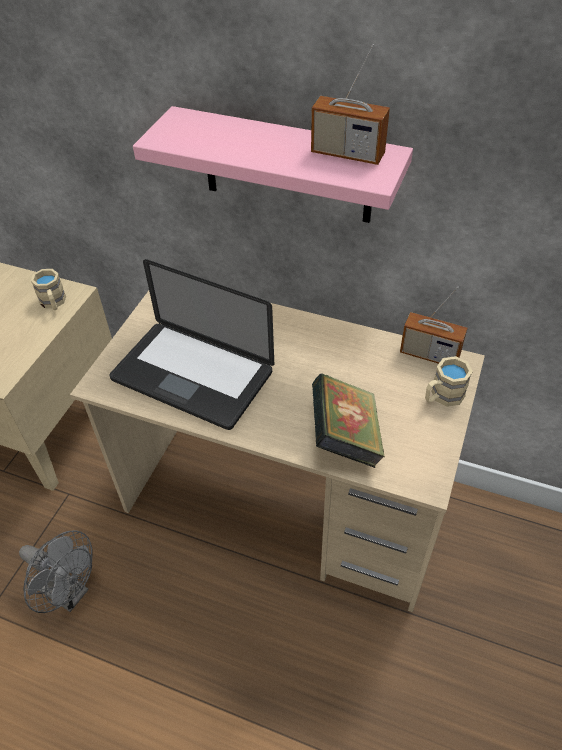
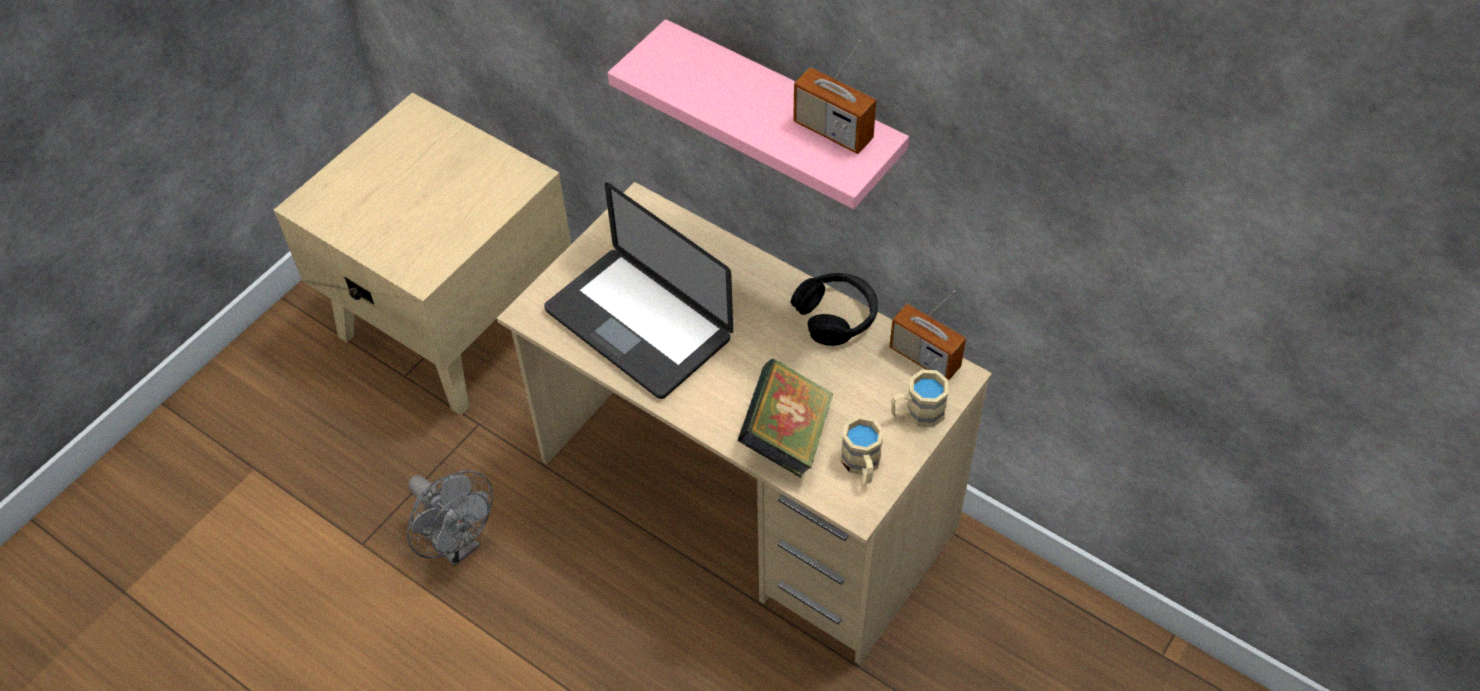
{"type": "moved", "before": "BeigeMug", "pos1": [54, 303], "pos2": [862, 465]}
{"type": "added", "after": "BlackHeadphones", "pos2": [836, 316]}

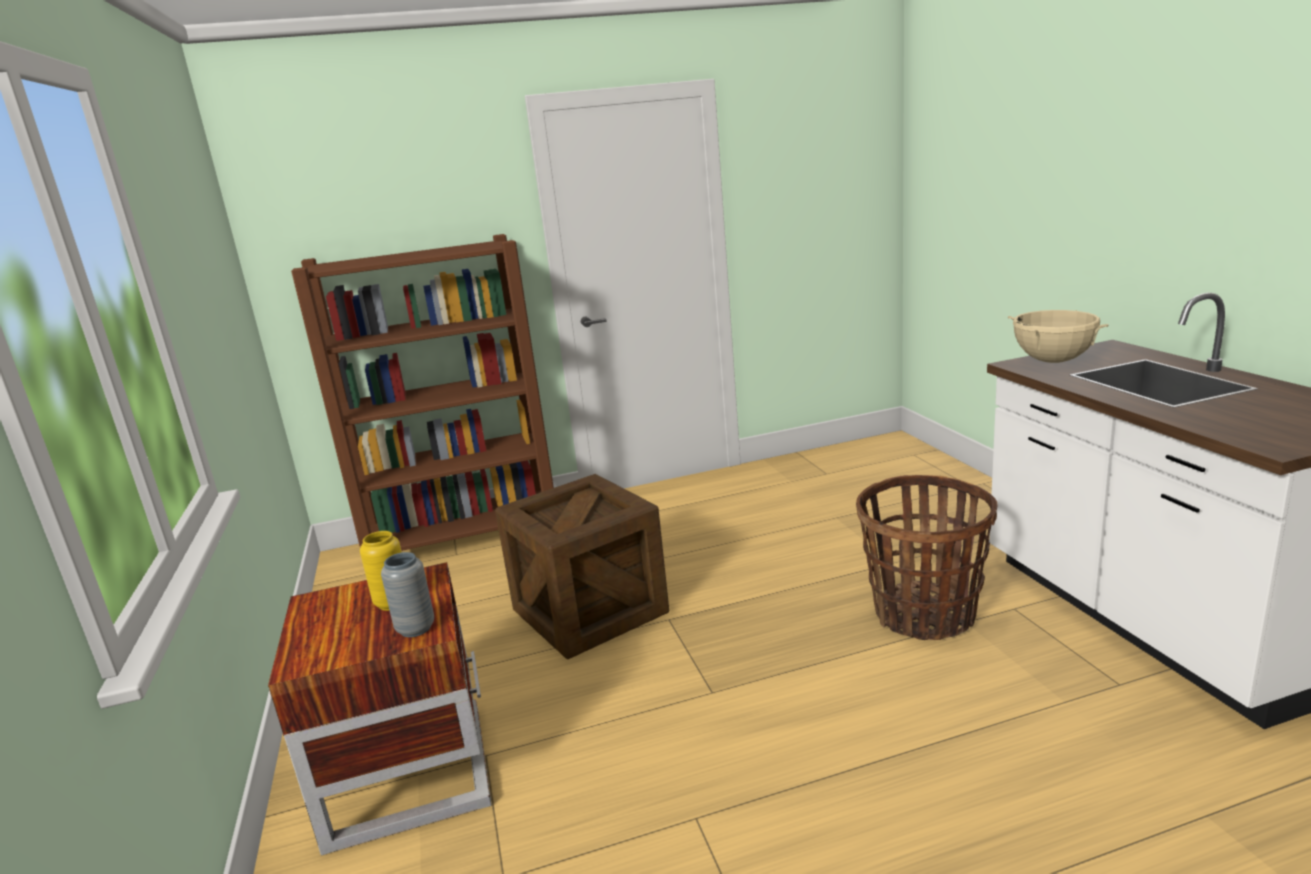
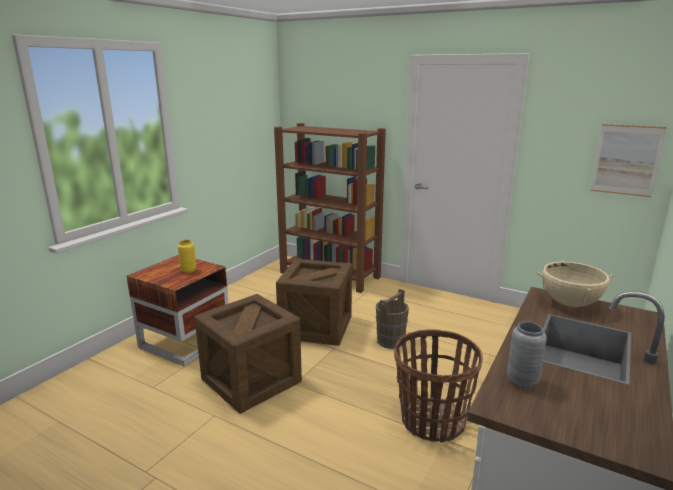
{"type": "moved", "before": "GreyVase", "pos1": [415, 629], "pos2": [522, 381]}
{"type": "added", "after": "Picture", "pos2": [626, 160]}
{"type": "added", "after": "BrownBucket", "pos2": [390, 341]}
{"type": "added", "after": "Crate", "pos2": [251, 381]}

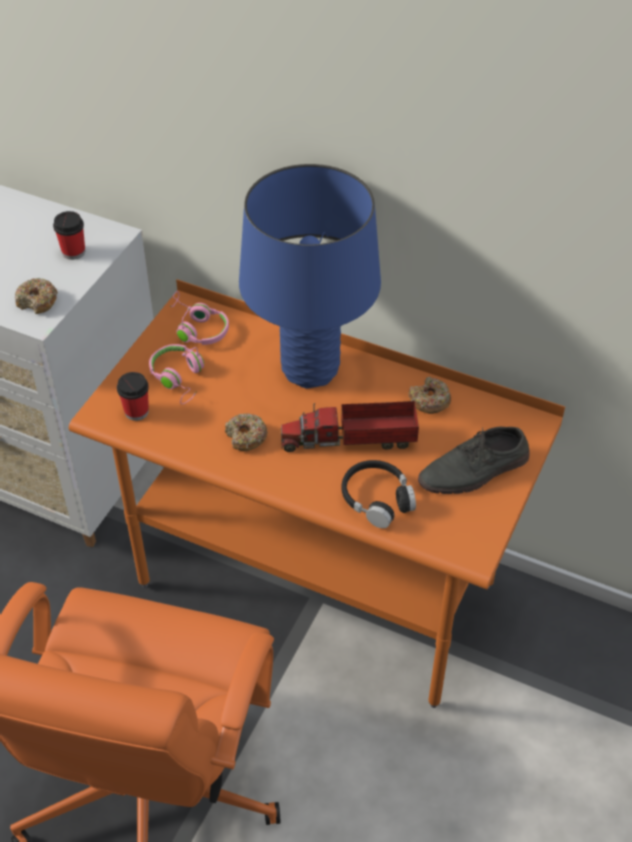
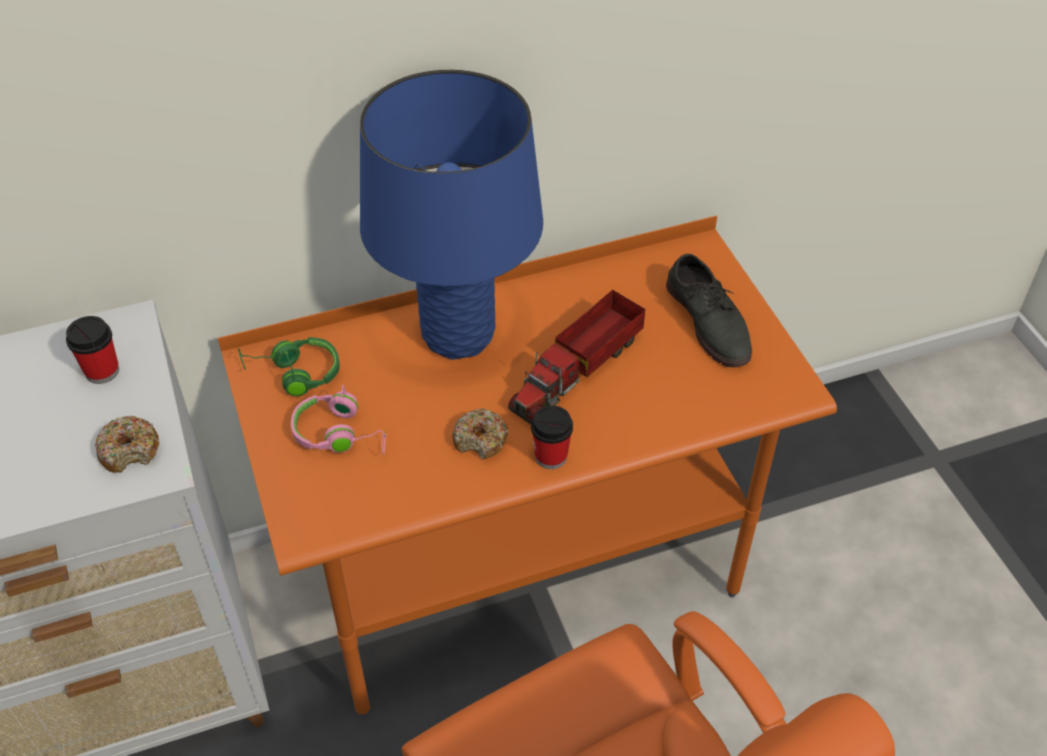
{"type": "recoloured", "before": "PinkHeadphones", "after": "GreenHeadphones", "pos1": [197, 328], "pos2": [293, 373]}
{"type": "moved", "before": "Cup", "pos1": [136, 411], "pos2": [551, 456]}
{"type": "removed", "before": "Donut", "pos1": [429, 401]}
{"type": "turned", "before": "GreyShoe", "pos1": [474, 470], "pos2": [709, 321], "turn": -45}
{"type": "removed", "before": "BlackHeadphones", "pos1": [377, 499]}

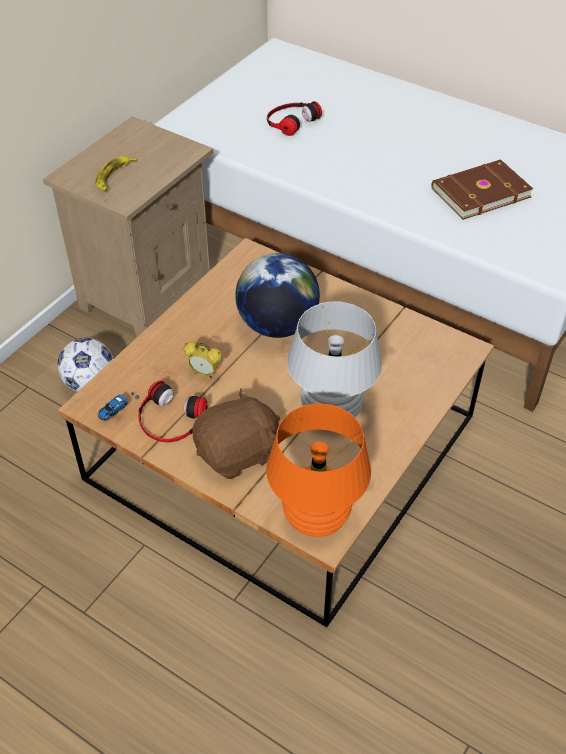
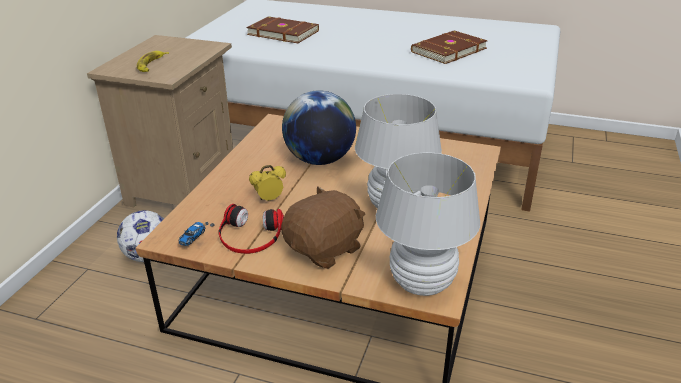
{"type": "replaced", "before": "Headphones", "after": "BrownBook", "pos1": [290, 121], "pos2": [283, 32]}
{"type": "turned", "before": "AlarmClock", "pos1": [204, 373], "pos2": [269, 199], "turn": 150}
{"type": "recoloured", "before": "OrangeTableLamp", "after": "WhiteTableLamp", "pos1": [316, 518], "pos2": [421, 283]}

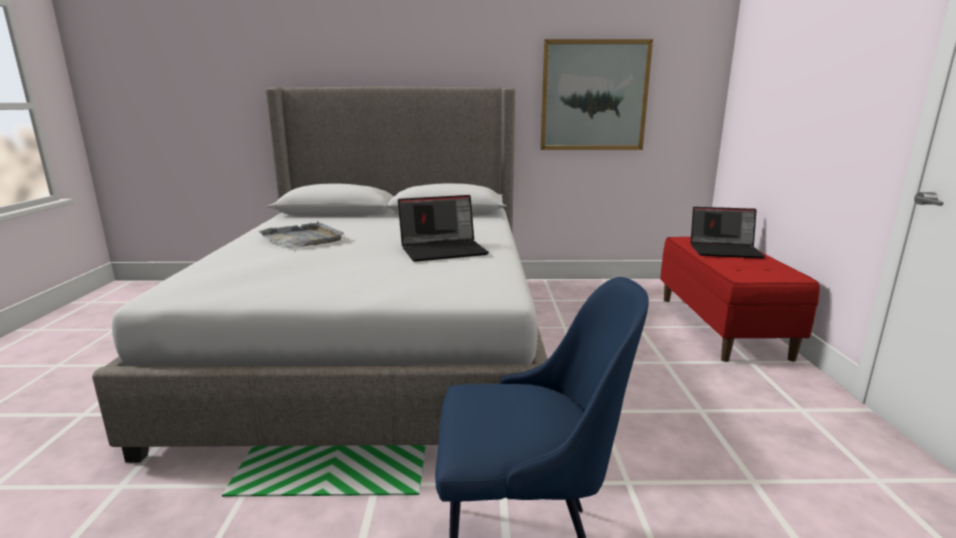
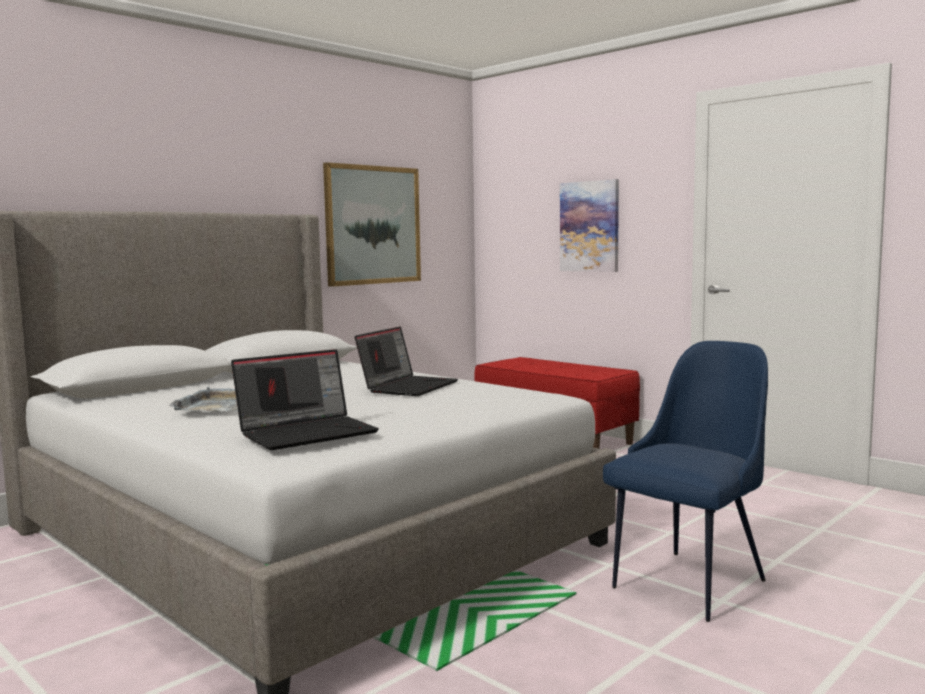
{"type": "moved", "before": "Laptop", "pos1": [725, 250], "pos2": [308, 432]}
{"type": "added", "after": "Picture", "pos2": [589, 226]}

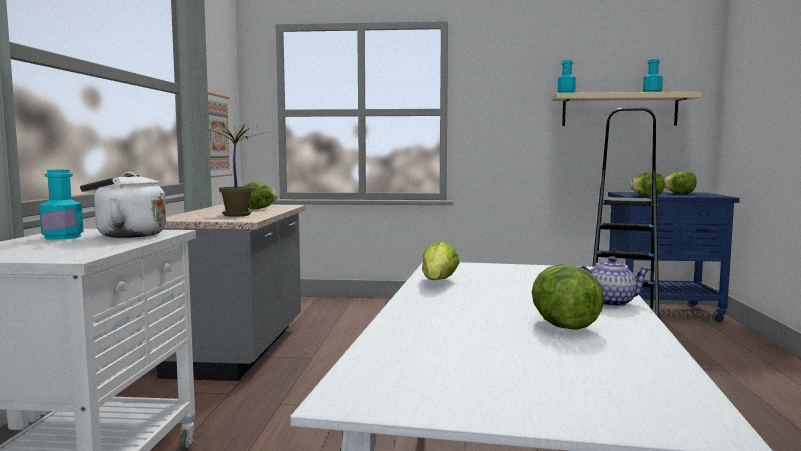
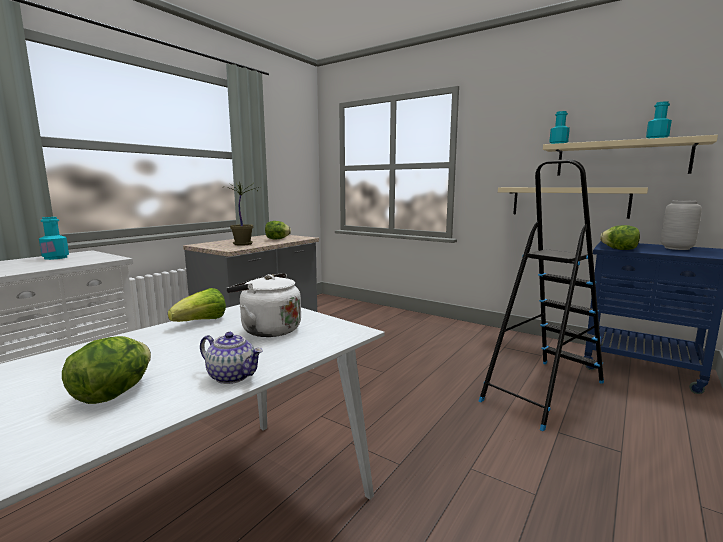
{"type": "removed", "before": "Picture", "pos1": [216, 136]}
{"type": "replaced", "before": "Lettuce", "after": "GreyVase", "pos1": [680, 193], "pos2": [677, 248]}
{"type": "moved", "before": "WhiteKettle", "pos1": [126, 235], "pos2": [267, 330]}
{"type": "added", "after": "BeigeShelf", "pos2": [568, 201]}

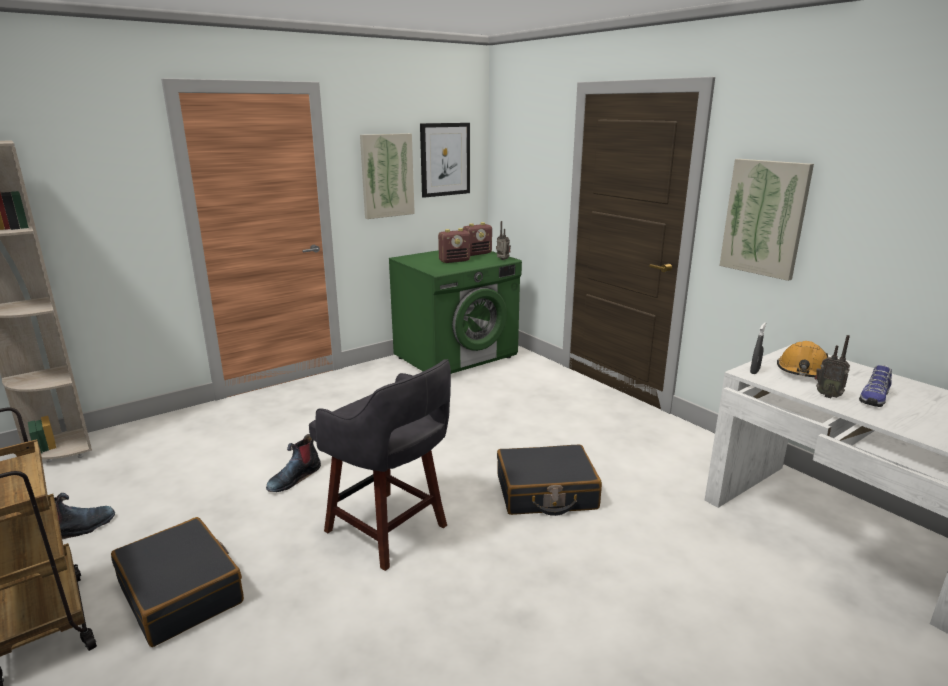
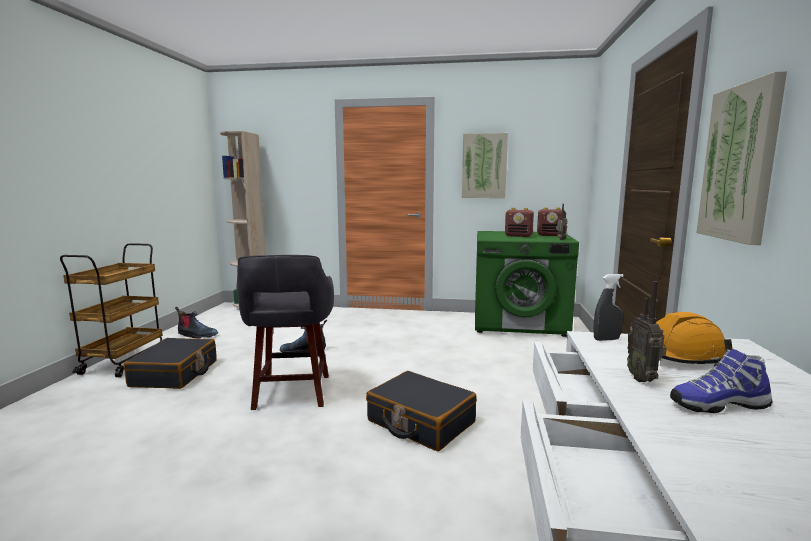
{"type": "removed", "before": "Picture", "pos1": [445, 159]}

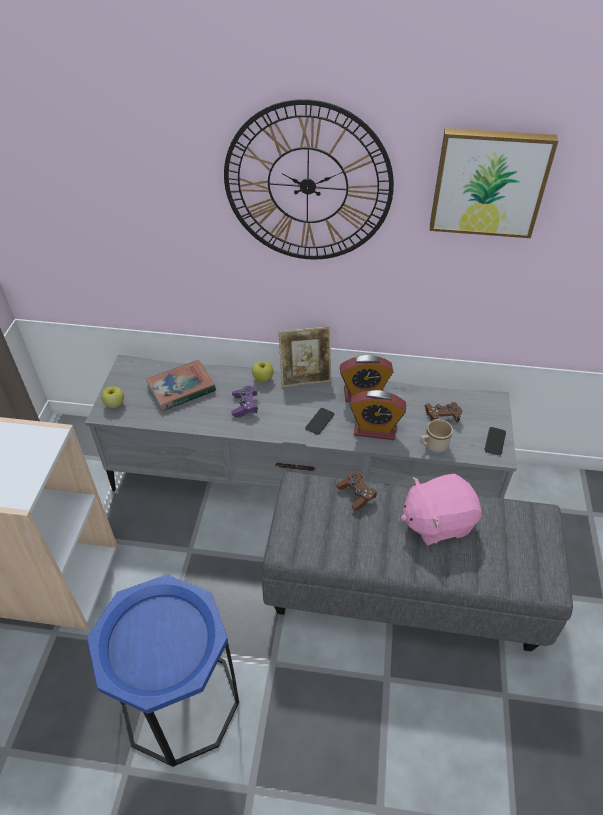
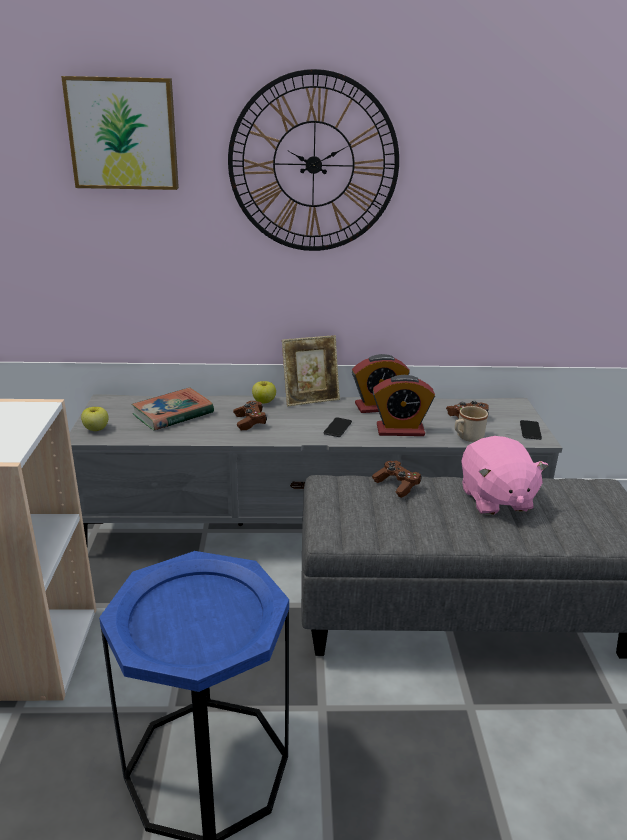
{"type": "moved", "before": "Picture", "pos1": [489, 182], "pos2": [123, 133]}
{"type": "recoloured", "before": "PurpleGameController", "after": "BrownGameController", "pos1": [245, 406], "pos2": [250, 422]}
{"type": "turned", "before": "PinkPlushToy", "pos1": [437, 521], "pos2": [495, 499], "turn": -75}

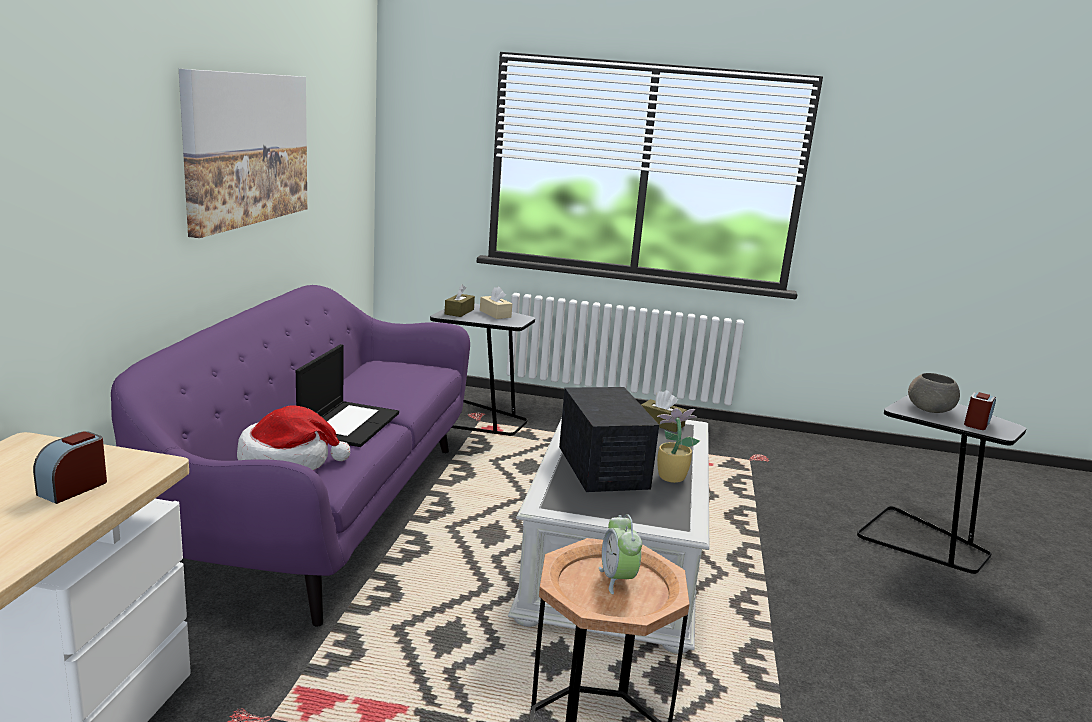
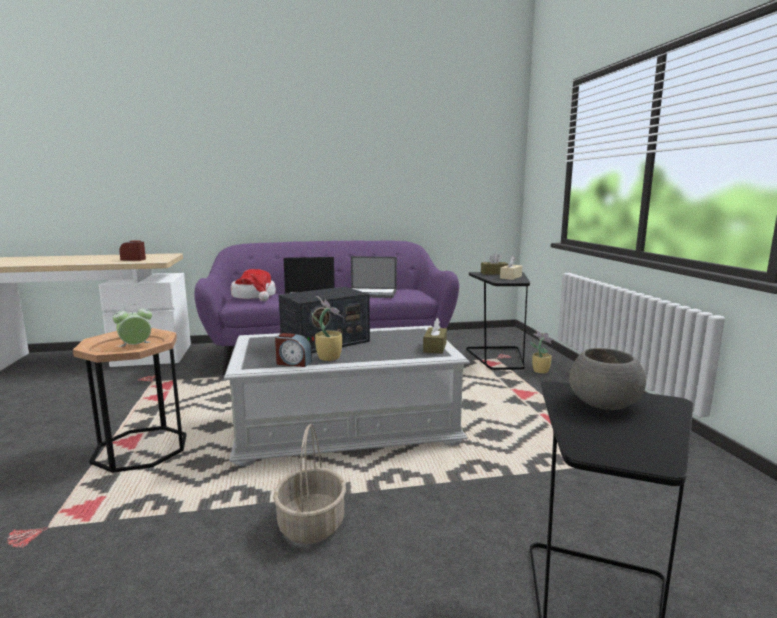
{"type": "removed", "before": "Picture", "pos1": [247, 148]}
{"type": "moved", "before": "AlarmClock", "pos1": [977, 423], "pos2": [293, 363]}
{"type": "added", "after": "Laptop", "pos2": [372, 293]}
{"type": "added", "after": "PottedPlant", "pos2": [540, 371]}
{"type": "added", "after": "Basket", "pos2": [312, 525]}

